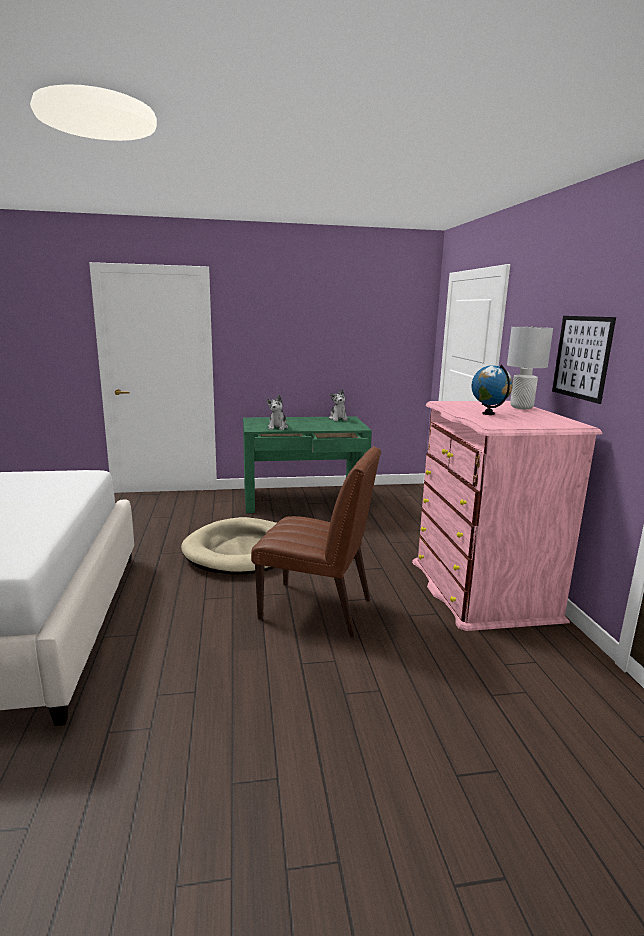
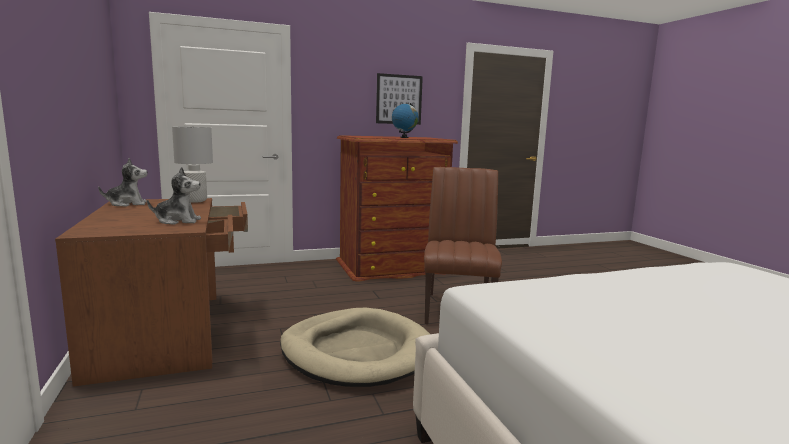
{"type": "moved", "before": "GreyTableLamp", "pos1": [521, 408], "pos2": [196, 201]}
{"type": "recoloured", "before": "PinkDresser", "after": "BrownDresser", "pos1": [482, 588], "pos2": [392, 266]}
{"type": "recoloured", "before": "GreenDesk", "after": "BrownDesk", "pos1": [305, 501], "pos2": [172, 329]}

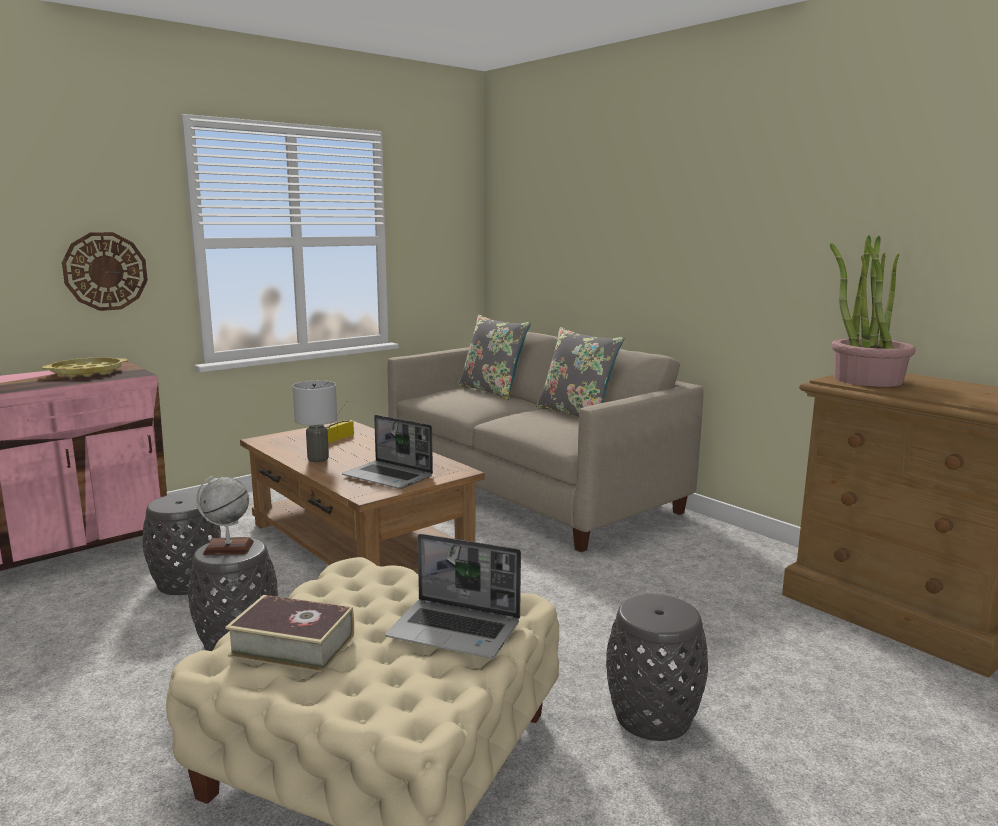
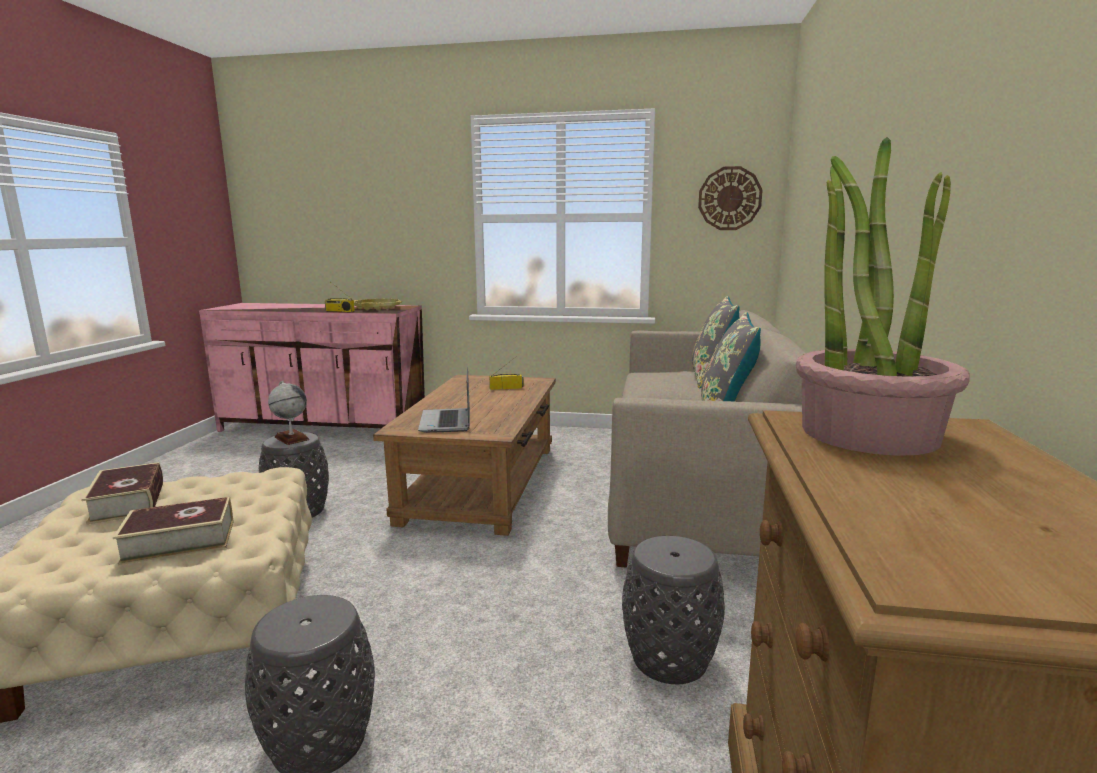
{"type": "moved", "before": "WallClock", "pos1": [105, 271], "pos2": [729, 198]}
{"type": "removed", "before": "WhiteTableLamp", "pos1": [319, 459]}
{"type": "moved", "before": "GreyStool", "pos1": [187, 582], "pos2": [669, 659]}
{"type": "replaced", "before": "Laptop", "after": "Book", "pos1": [456, 630], "pos2": [180, 541]}
{"type": "added", "after": "Radio", "pos2": [339, 311]}

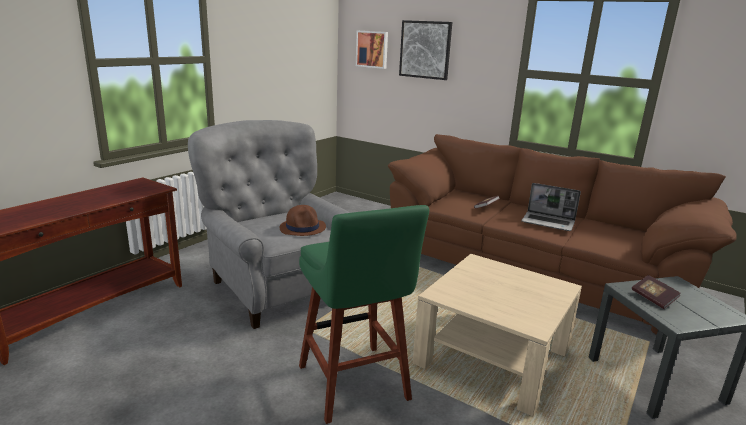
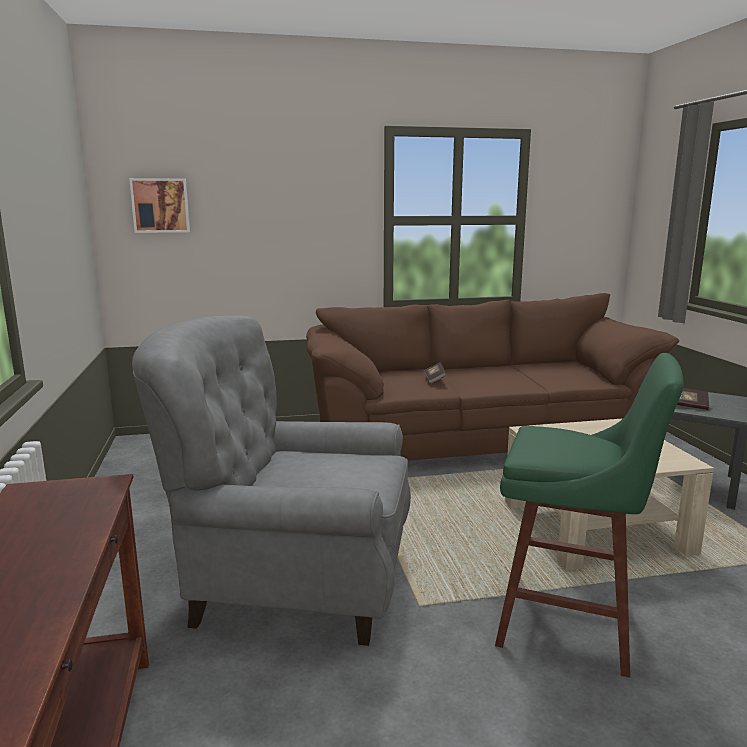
{"type": "removed", "before": "Picture", "pos1": [425, 49]}
{"type": "removed", "before": "Laptop", "pos1": [548, 222]}
{"type": "removed", "before": "BrownHat", "pos1": [303, 228]}

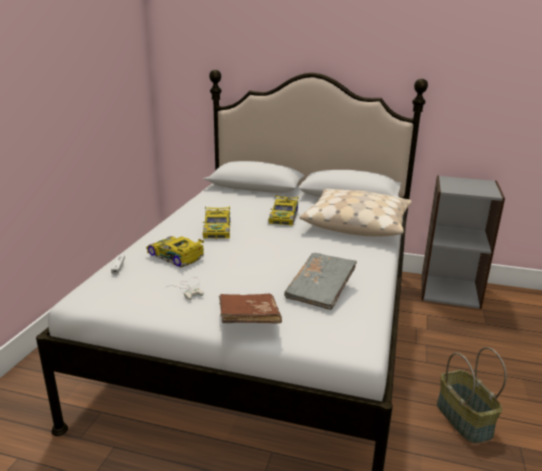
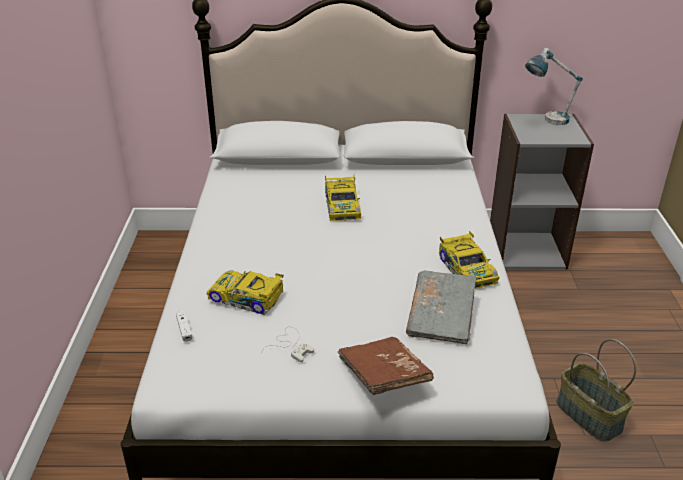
{"type": "removed", "before": "BeigePillow", "pos1": [357, 223]}
{"type": "moved", "before": "ToyCar", "pos1": [217, 229], "pos2": [466, 269]}
{"type": "added", "after": "TableLamp", "pos2": [546, 120]}

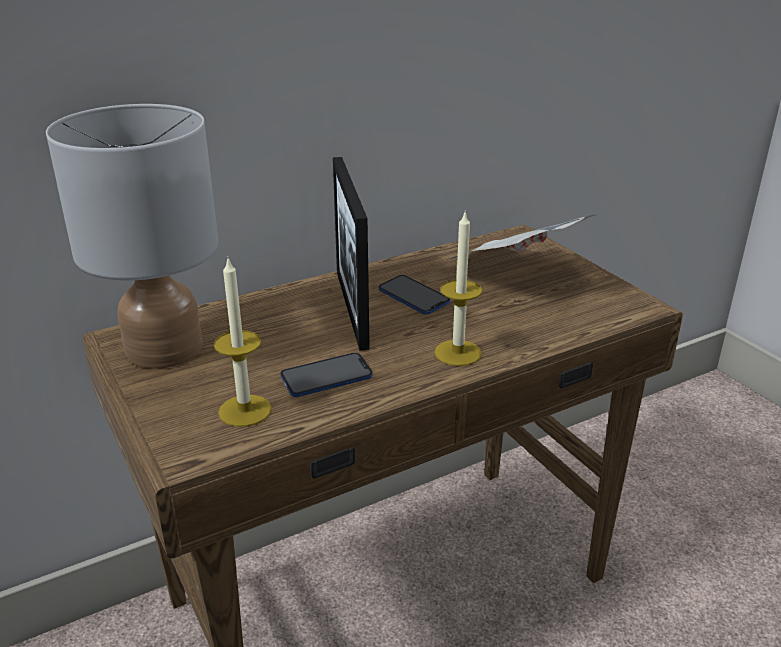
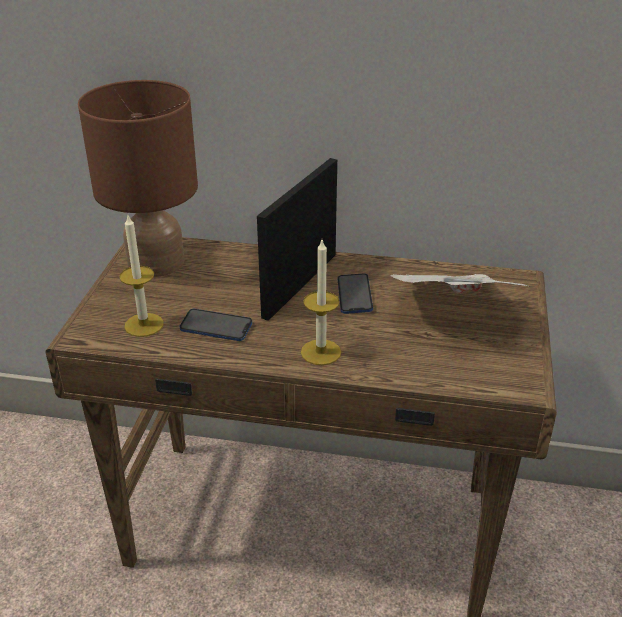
{"type": "recoloured", "before": "GreyTableLamp", "after": "BrownTableLamp", "pos1": [165, 349], "pos2": [156, 263]}

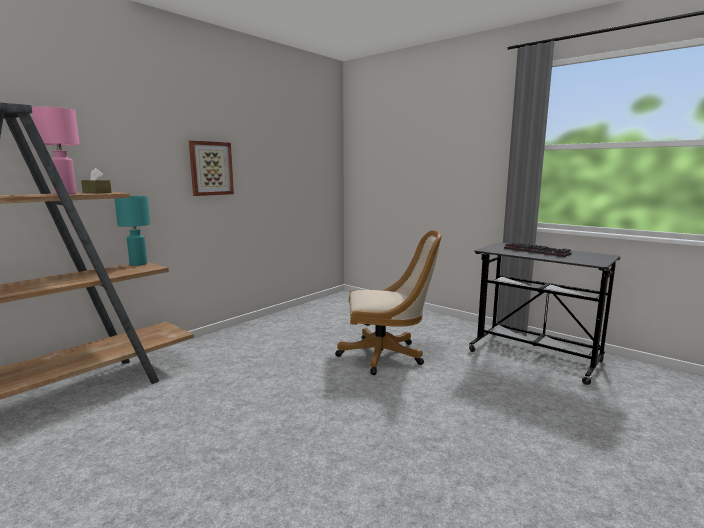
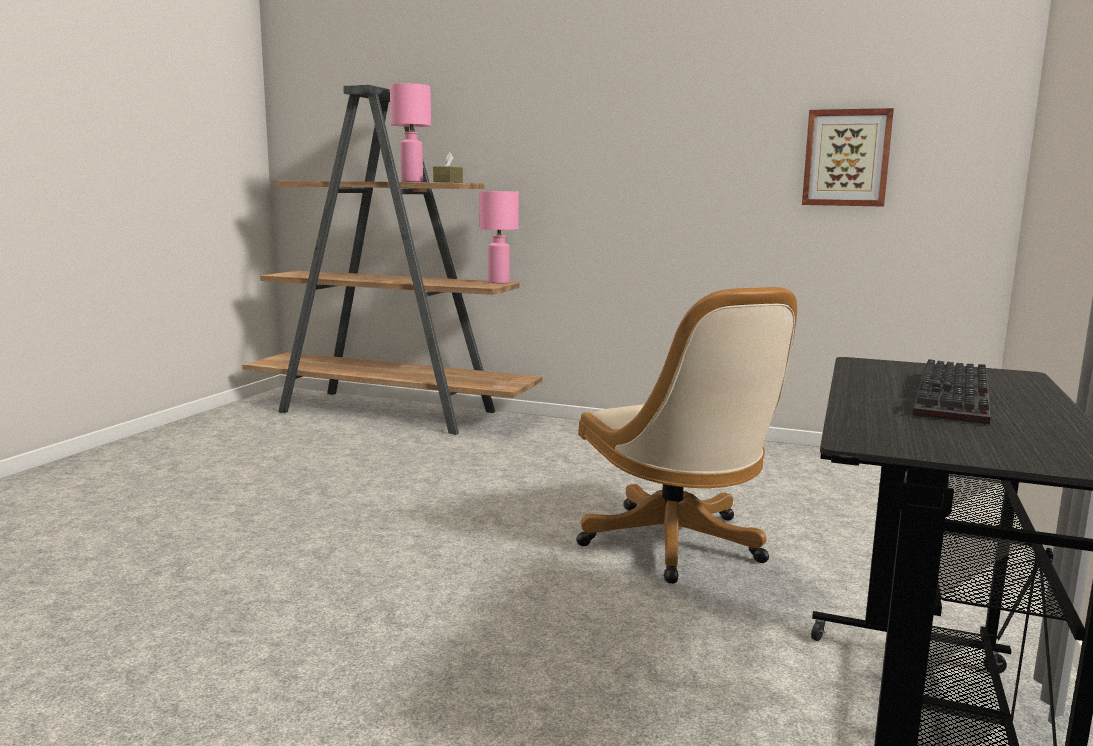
{"type": "moved", "before": "Picture", "pos1": [211, 168], "pos2": [846, 158]}
{"type": "recoloured", "before": "TurquoiseTableLamp", "after": "PinkTableLamp", "pos1": [138, 264], "pos2": [499, 282]}

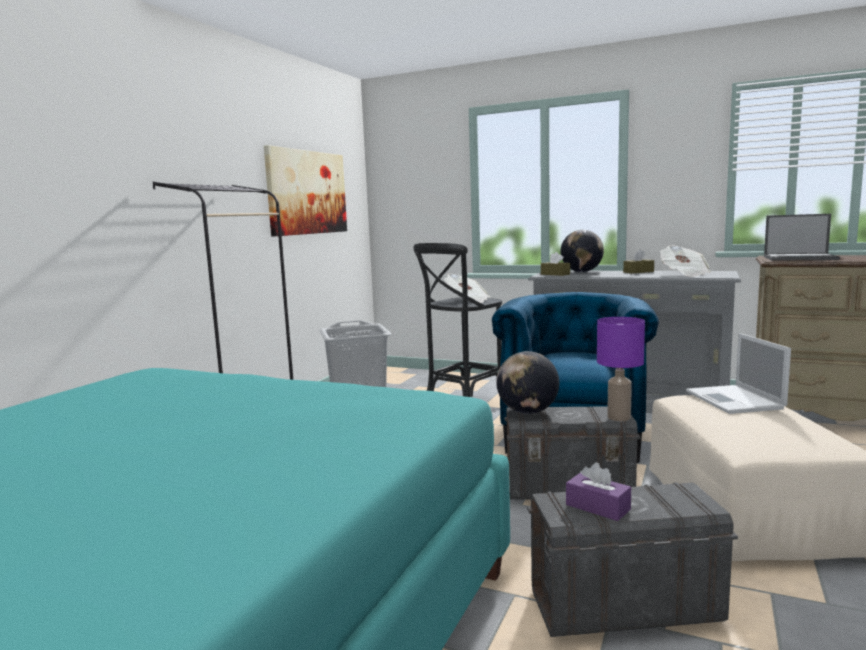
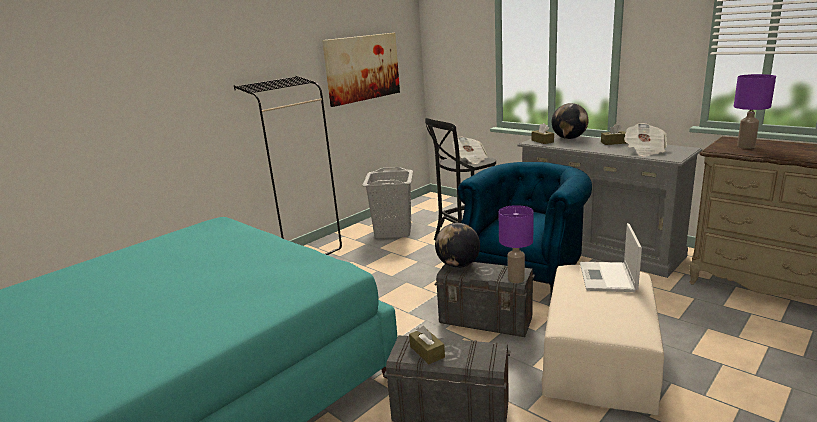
{"type": "replaced", "before": "Laptop", "after": "PurpleTableLamp", "pos1": [800, 258], "pos2": [746, 146]}
{"type": "recoloured", "before": "PurpleTissueBox", "after": "BrownTissueBox", "pos1": [598, 507], "pos2": [427, 352]}

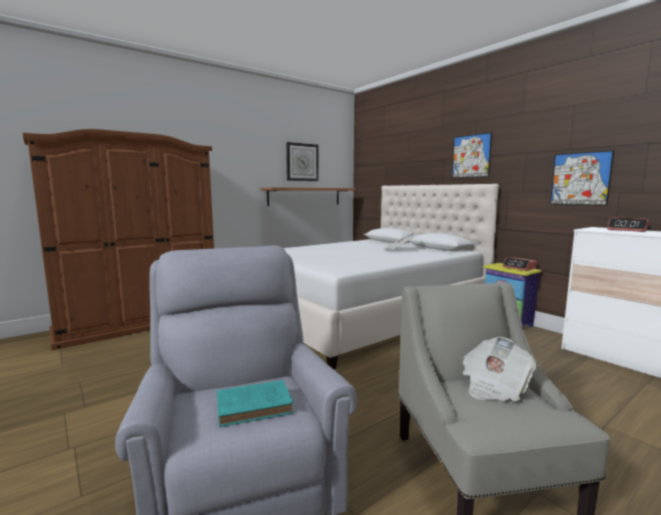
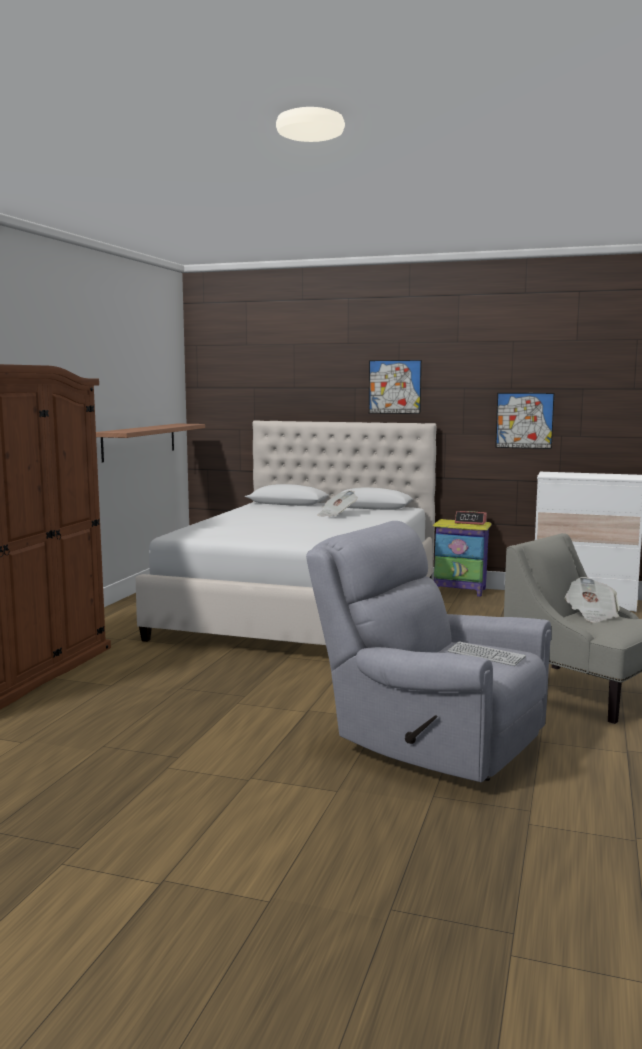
{"type": "removed", "before": "WallClock", "pos1": [302, 162]}
{"type": "removed", "before": "AlarmClock", "pos1": [627, 230]}
{"type": "replaced", "before": "TurquoiseBook", "after": "Keyboard", "pos1": [256, 406], "pos2": [486, 655]}

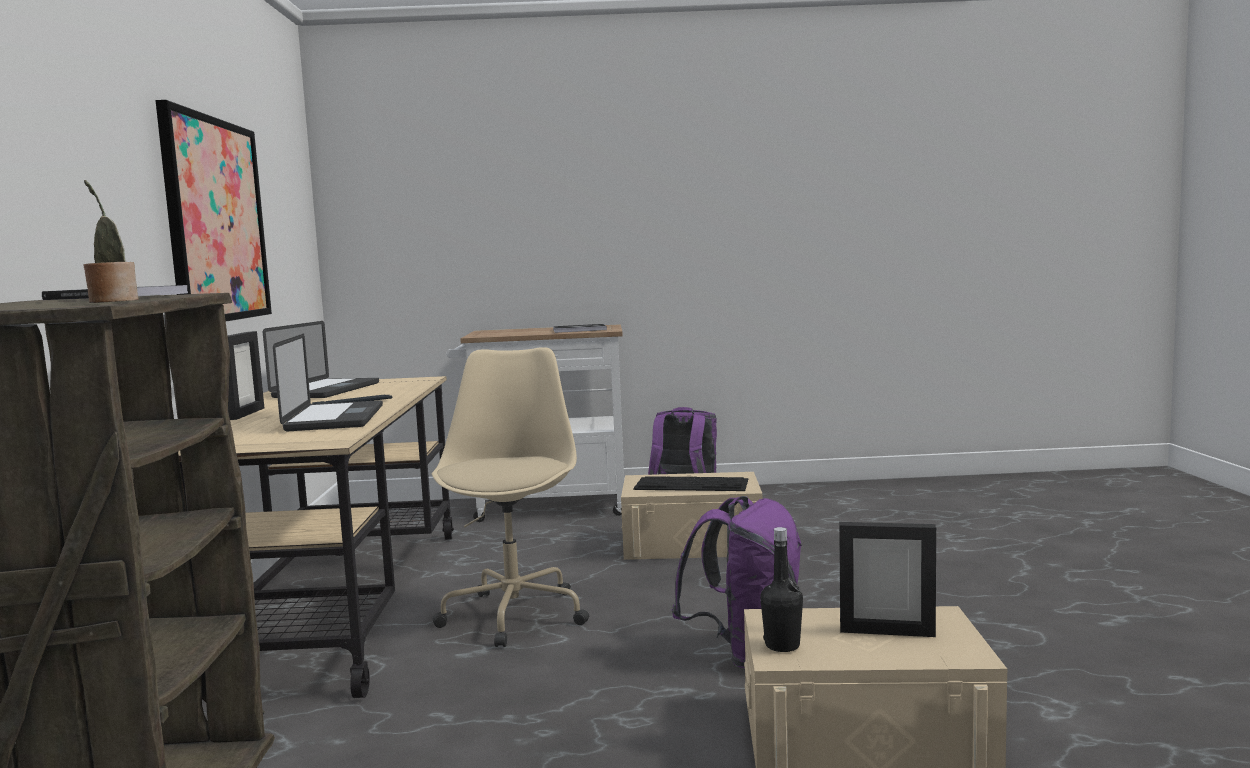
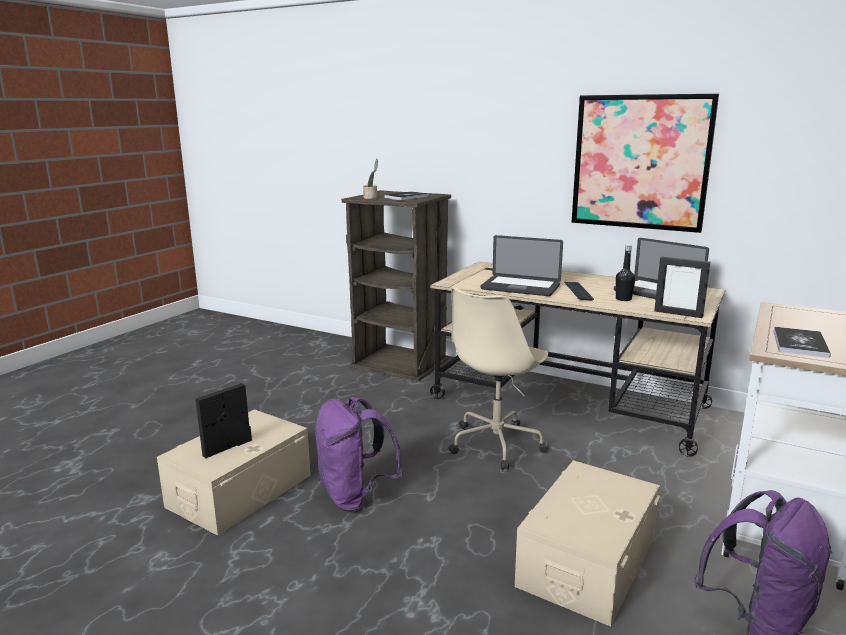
{"type": "moved", "before": "PictureFrame", "pos1": [245, 414], "pos2": [678, 313]}
{"type": "turned", "before": "BeigeOfficeChair", "pos1": [515, 614], "pos2": [494, 446], "turn": 90}
{"type": "removed", "before": "Keyboard", "pos1": [692, 484]}
{"type": "moved", "before": "BlackBottle", "pos1": [782, 645], "pos2": [623, 299]}

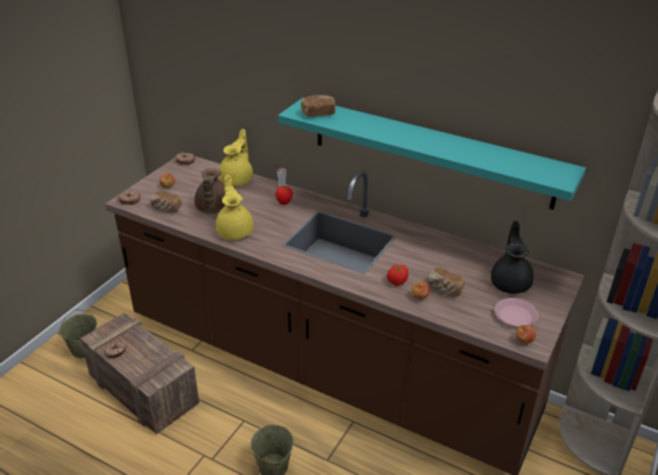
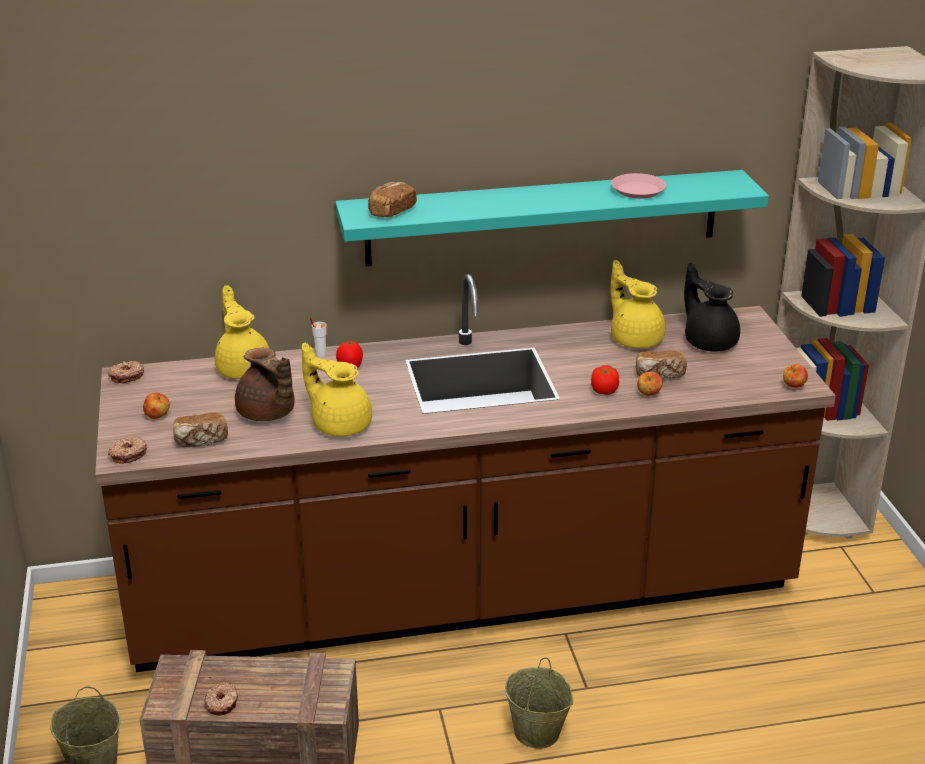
{"type": "moved", "before": "PinkPlate", "pos1": [515, 316], "pos2": [637, 190]}
{"type": "added", "after": "YellowTeapot", "pos2": [635, 338]}

